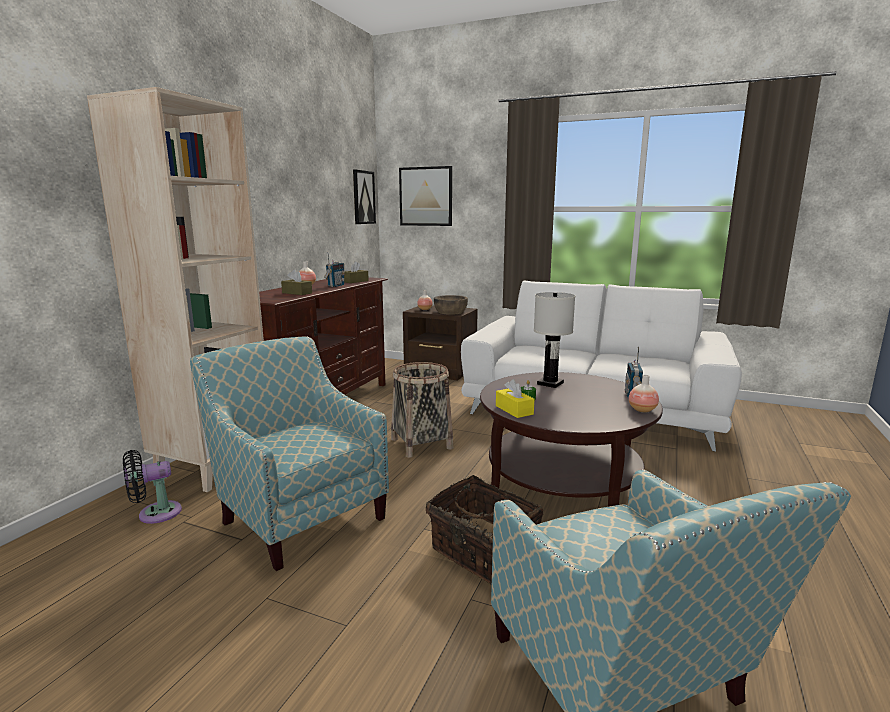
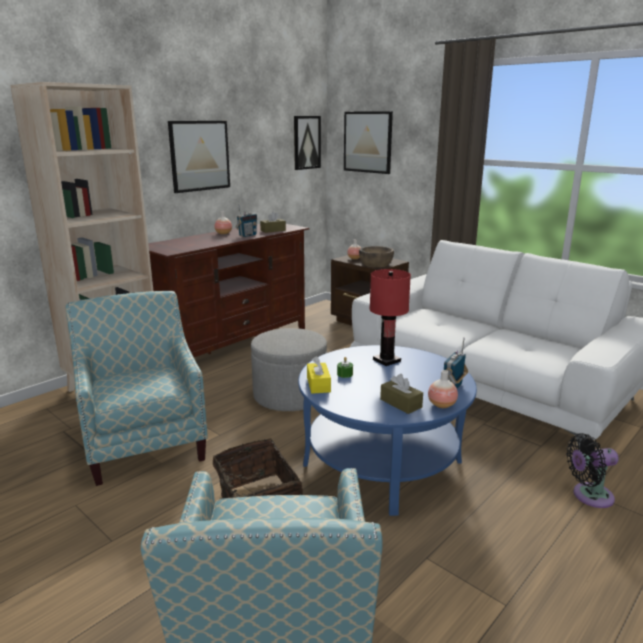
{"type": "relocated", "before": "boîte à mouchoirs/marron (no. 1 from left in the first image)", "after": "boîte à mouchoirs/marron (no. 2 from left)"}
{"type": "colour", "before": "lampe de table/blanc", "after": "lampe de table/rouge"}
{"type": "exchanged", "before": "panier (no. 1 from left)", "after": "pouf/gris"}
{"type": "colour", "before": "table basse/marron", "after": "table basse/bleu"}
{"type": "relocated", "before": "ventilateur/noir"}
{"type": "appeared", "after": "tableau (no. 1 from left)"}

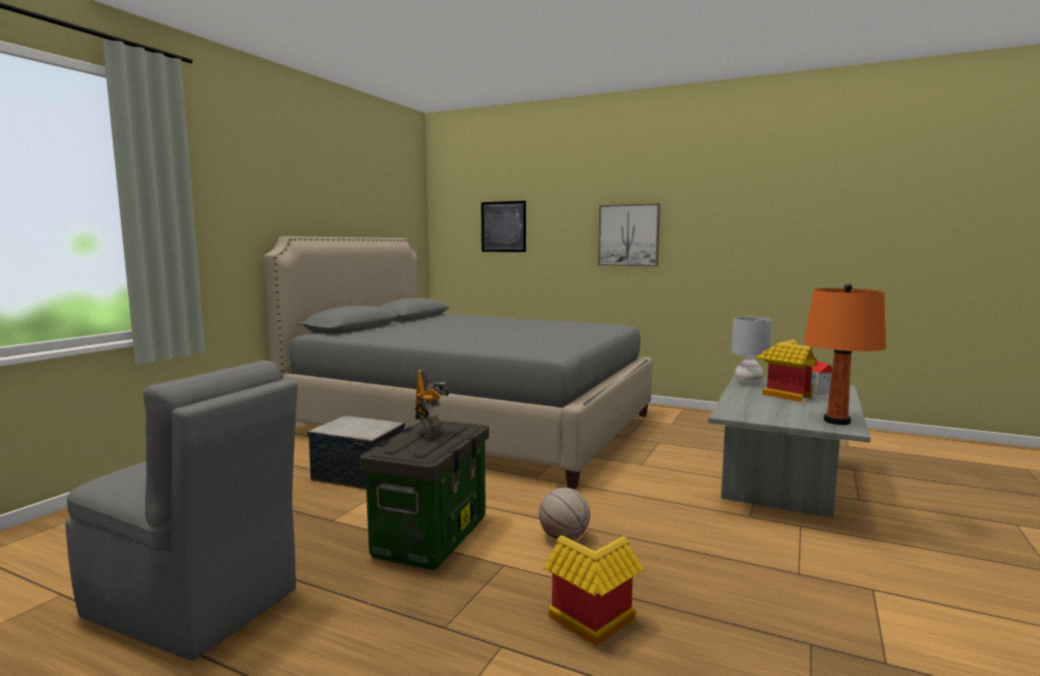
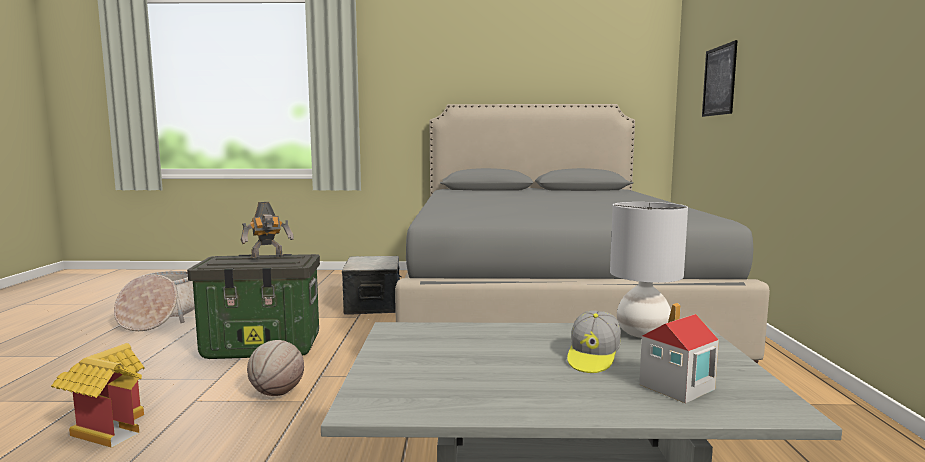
{"type": "missing", "before": "tableau (no. 2 from left)"}
{"type": "missing", "before": "lampe de table/orange"}
{"type": "exchanged", "before": "maison miniature (no. 2 from left)", "after": "casquette"}
{"type": "exchanged", "before": "chaise/gris", "after": "panier"}

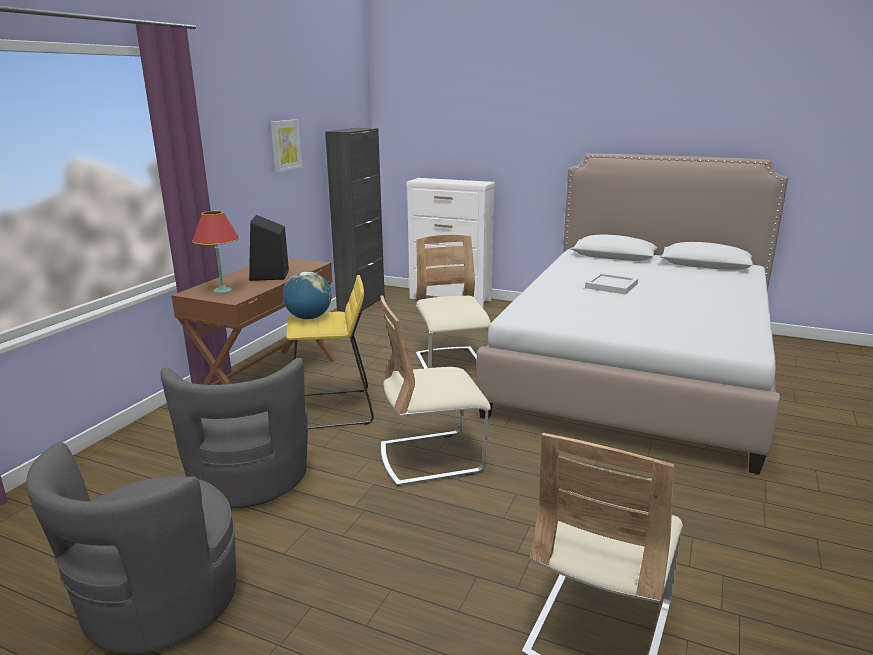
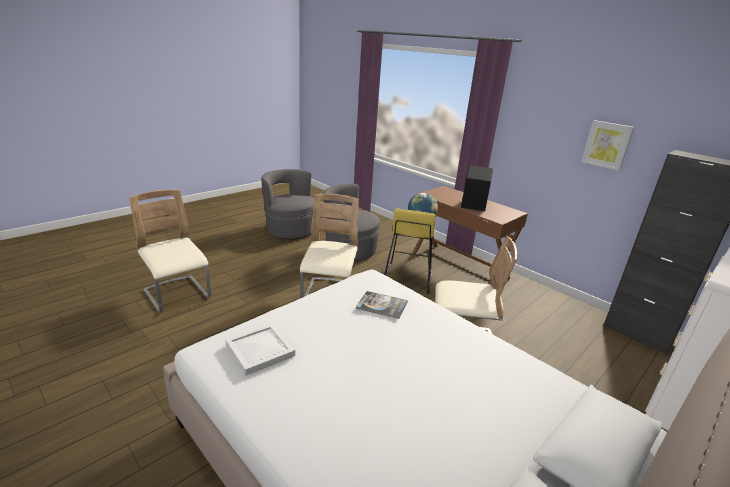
{"type": "missing", "before": "lampe de table/rouge"}
{"type": "relocated", "before": "plateau/blanc"}
{"type": "appeared", "after": "livre"}

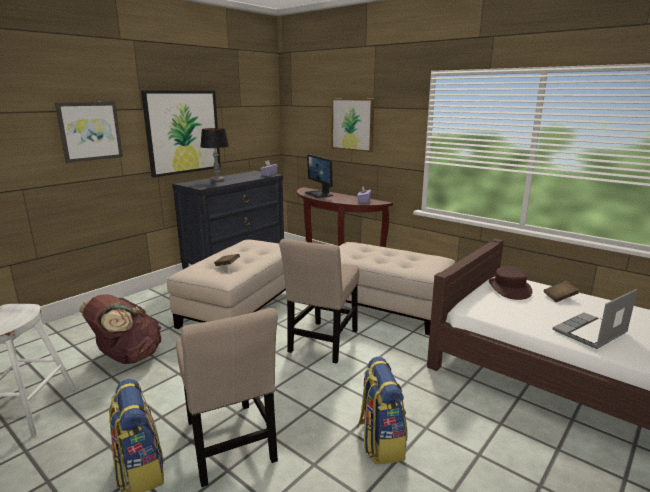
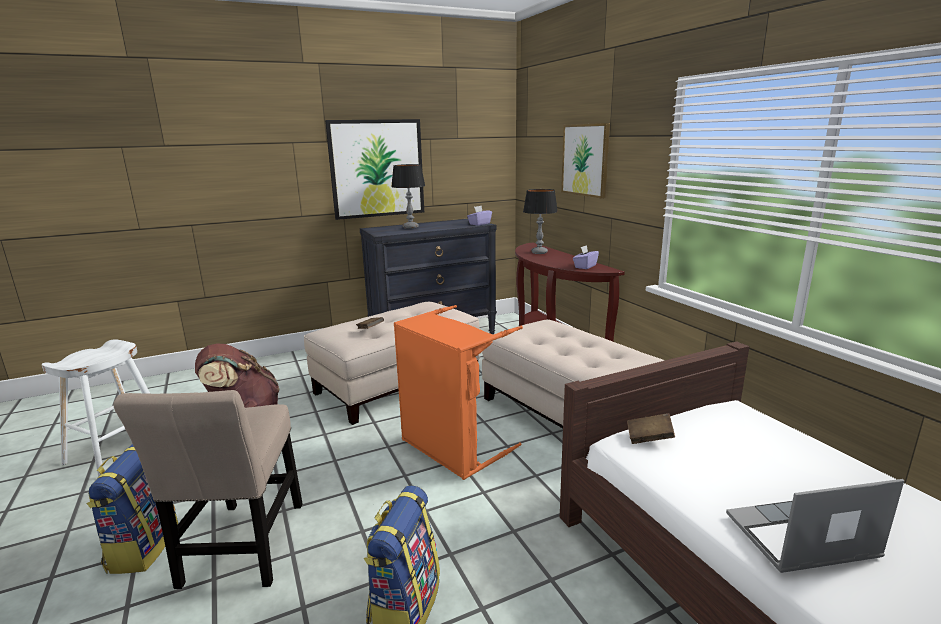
{"type": "missing", "before": "tableau (no. 1 from left)"}
{"type": "exchanged", "before": "écran d'ordinateur", "after": "lampe de table (no. 2 from left)"}
{"type": "exchanged", "before": "chaise/beige (no. 2 from left)", "after": "panier à linge/orange"}
{"type": "missing", "before": "chapeau/marron"}
{"type": "relocated", "before": "livre/marron (no. 2 from left)"}

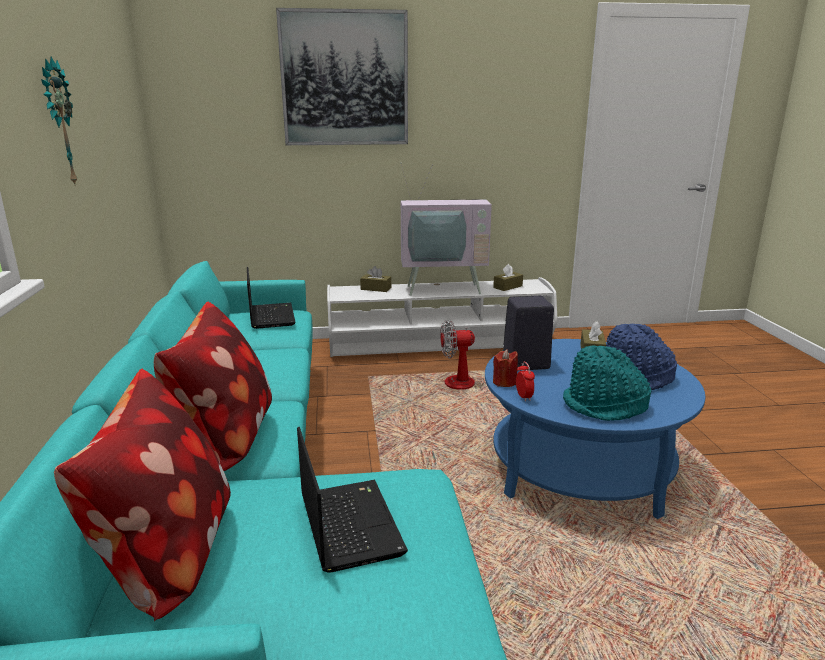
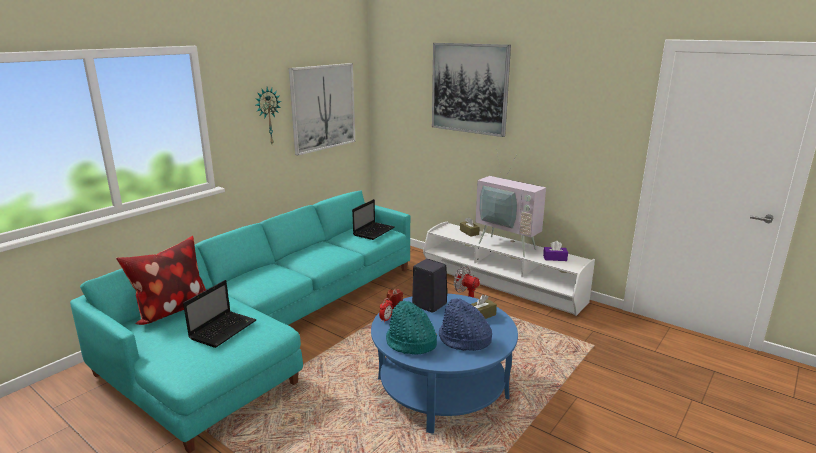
{"type": "colour", "before": "boîte à mouchoirs/marron (no. 2 from left)", "after": "boîte à mouchoirs/violet"}
{"type": "missing", "before": "coussin (no. 2 from left)"}
{"type": "appeared", "after": "tableau (no. 1 from left)"}

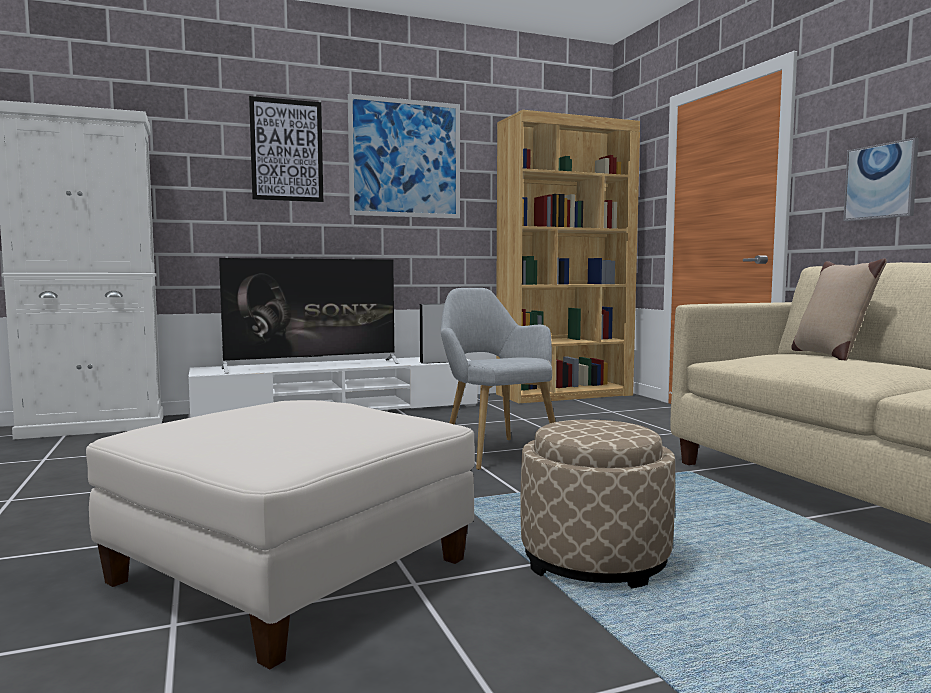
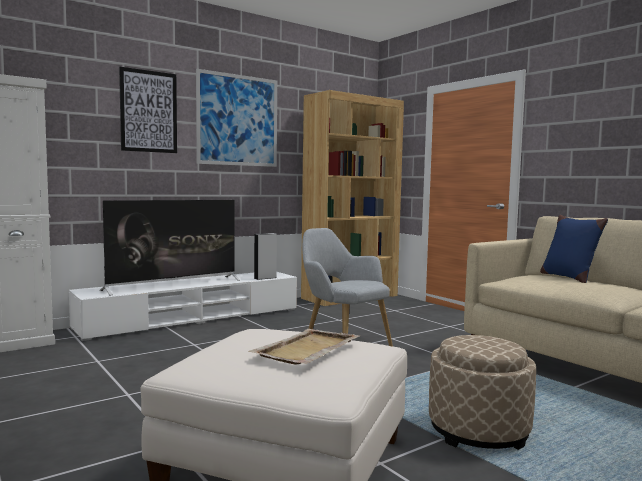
{"type": "missing", "before": "tableau (no. 3 from left)"}
{"type": "colour", "before": "coussin/beige", "after": "coussin/bleu"}
{"type": "appeared", "after": "plateau/beige"}

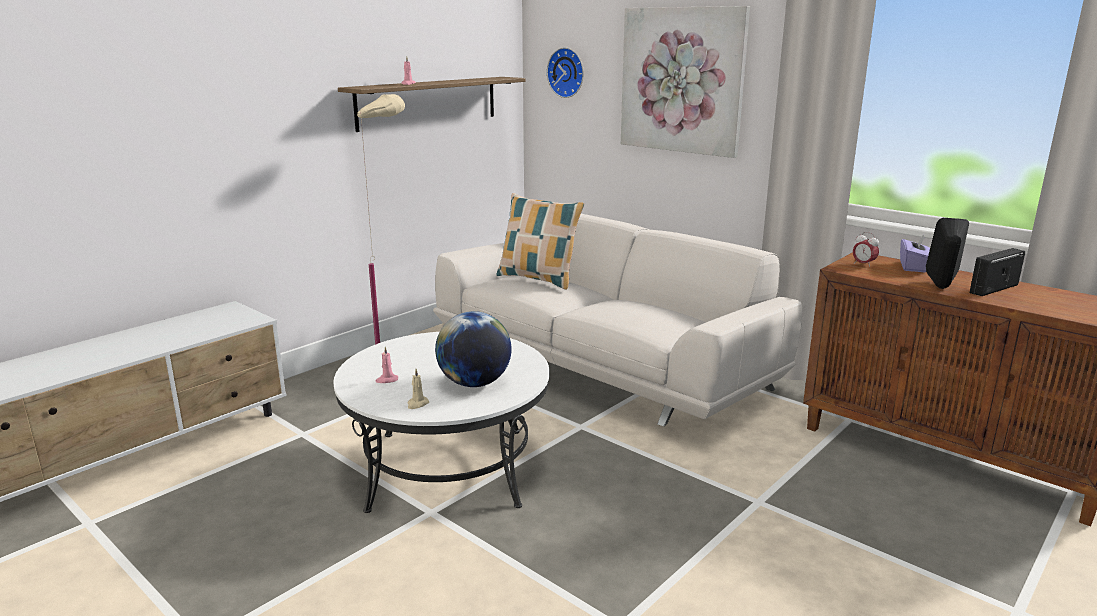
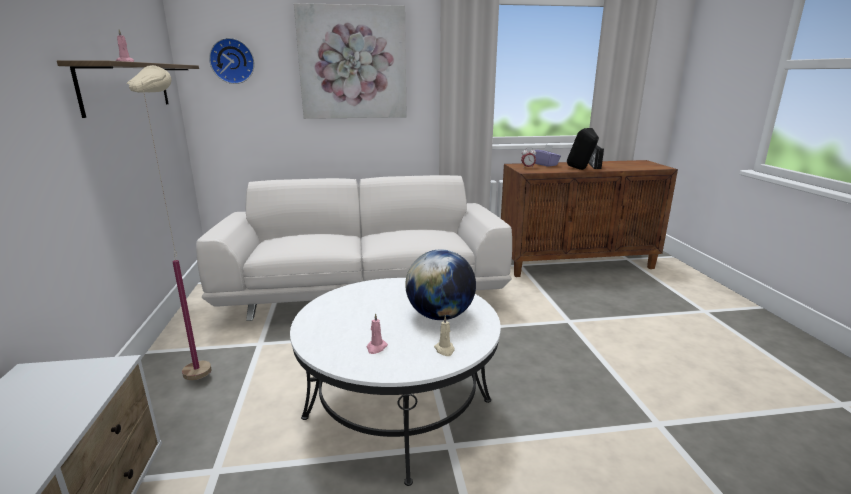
{"type": "missing", "before": "coussin"}

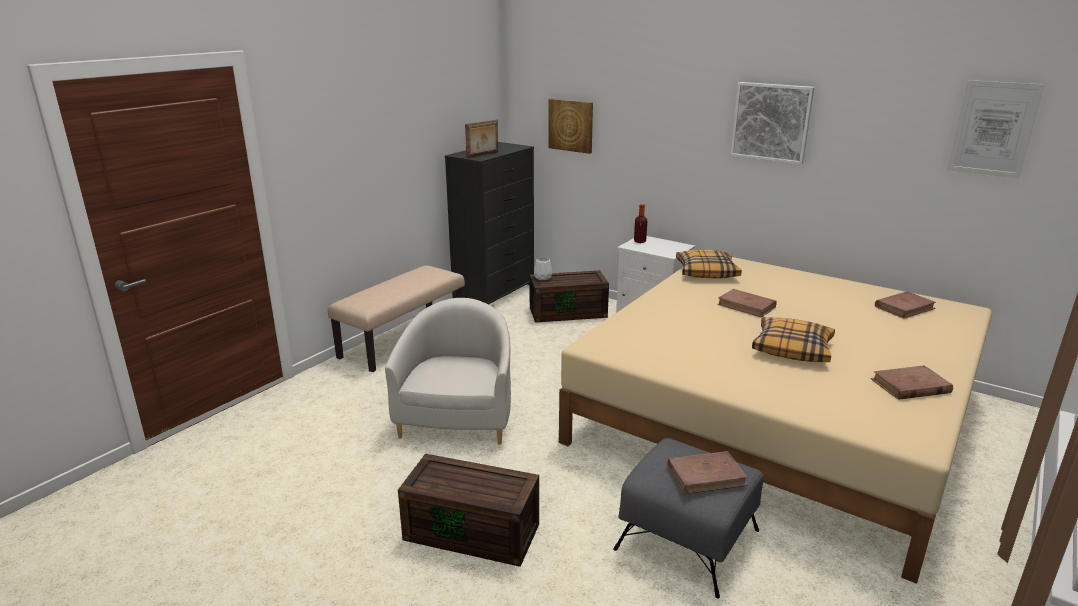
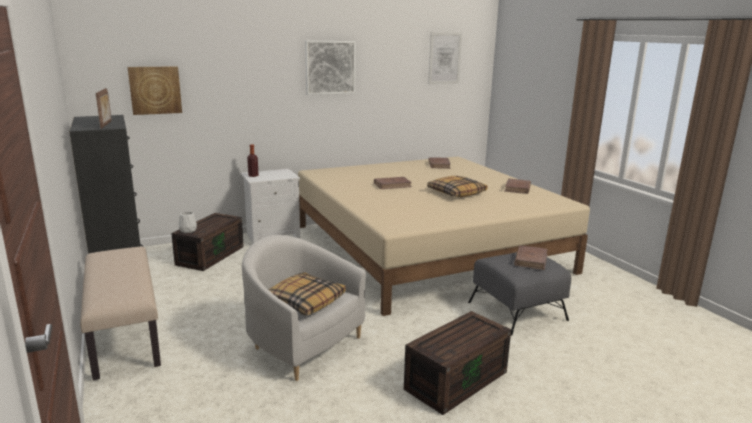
{"type": "relocated", "before": "coussin (no. 1 from left)"}

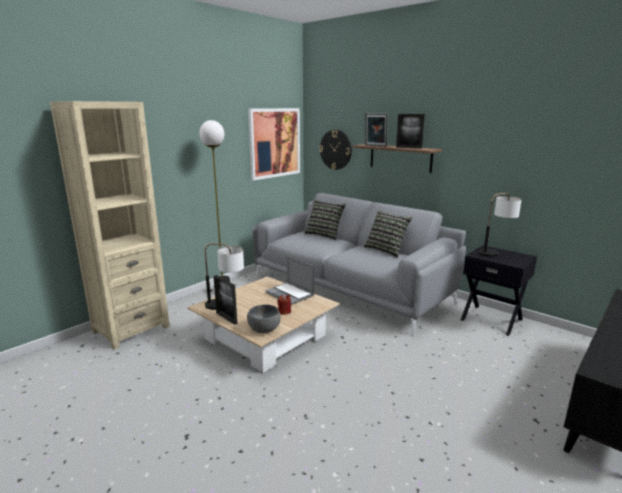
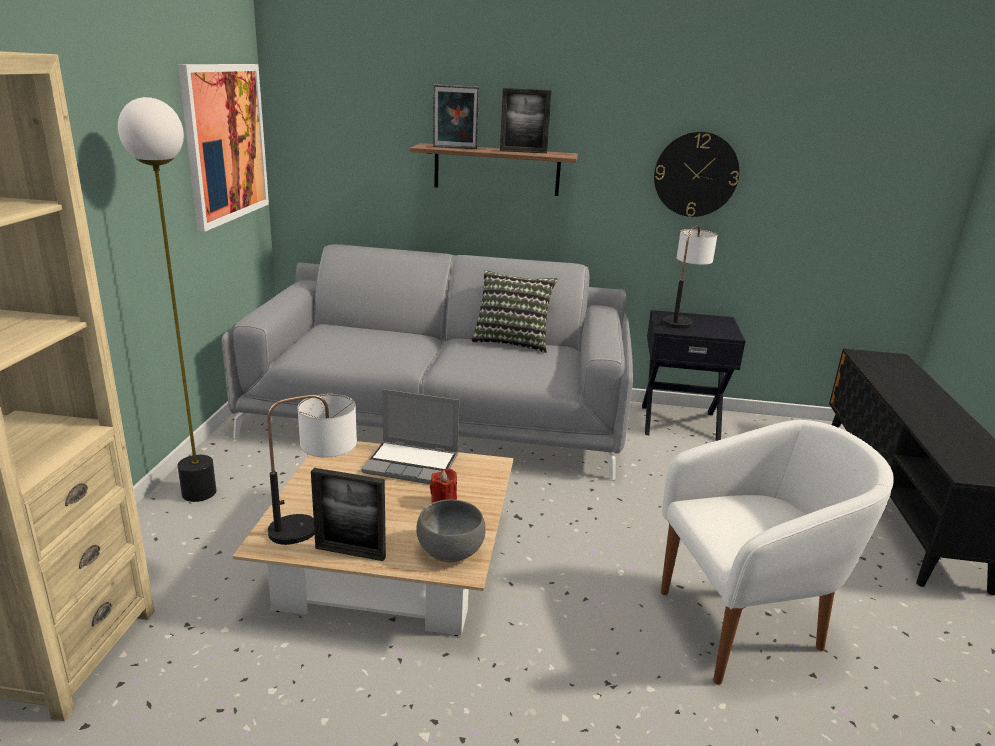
{"type": "relocated", "before": "horloge murale"}
{"type": "missing", "before": "coussin (no. 1 from left)"}
{"type": "appeared", "after": "fauteuil/blanc"}

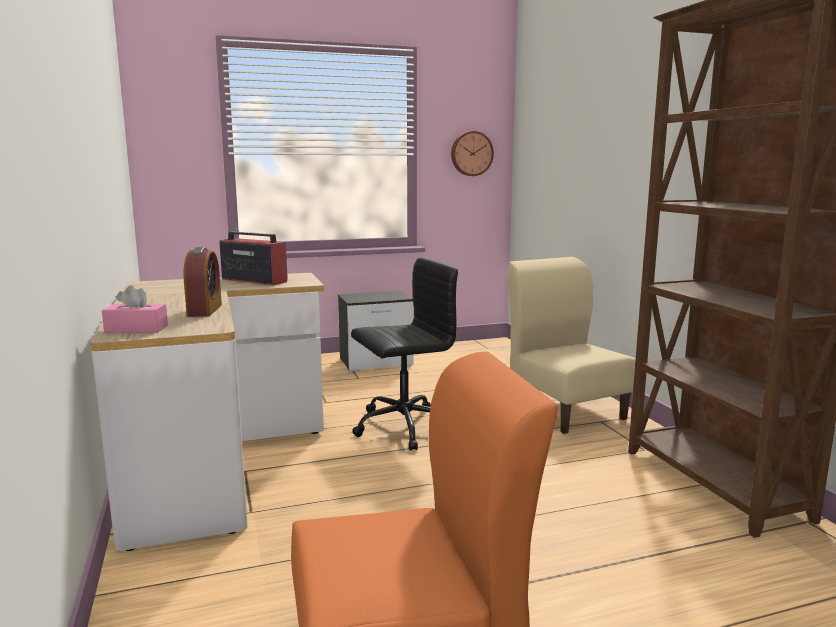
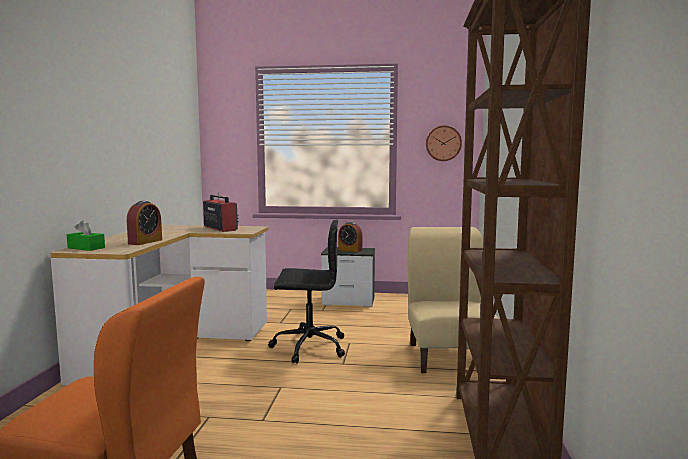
{"type": "colour", "before": "boîte à mouchoirs/rose", "after": "boîte à mouchoirs/vert"}
{"type": "appeared", "after": "réveil (no. 2 from left)"}

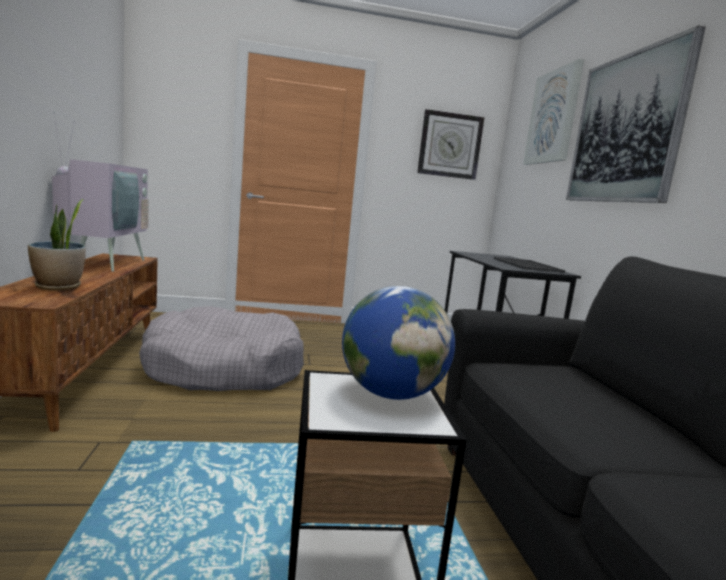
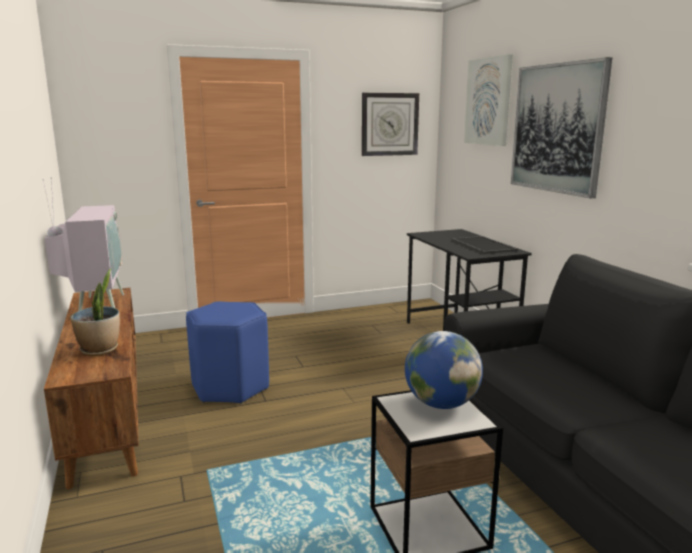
{"type": "exchanged", "before": "panier pour chien/gris", "after": "tabouret/bleu"}

